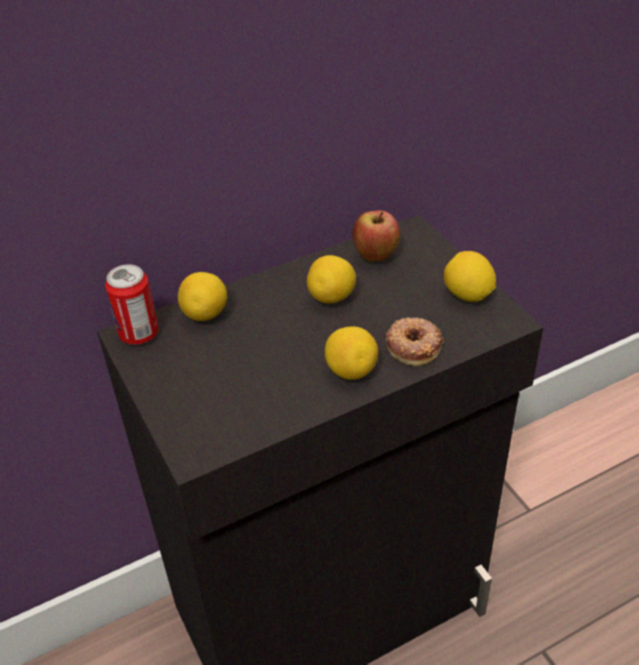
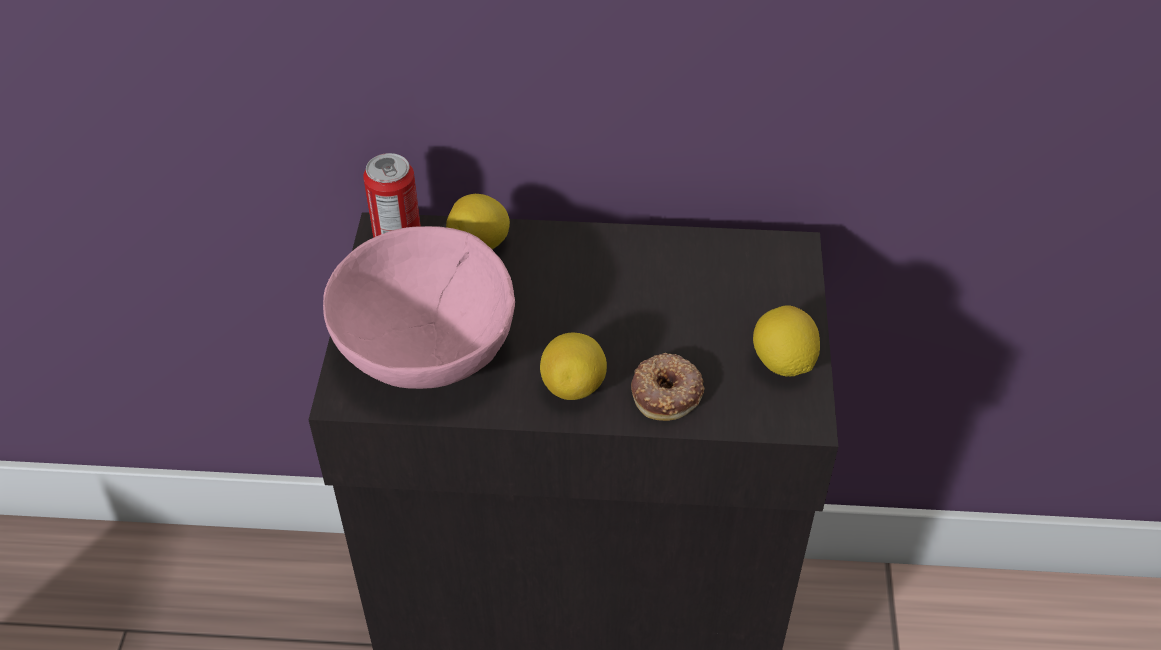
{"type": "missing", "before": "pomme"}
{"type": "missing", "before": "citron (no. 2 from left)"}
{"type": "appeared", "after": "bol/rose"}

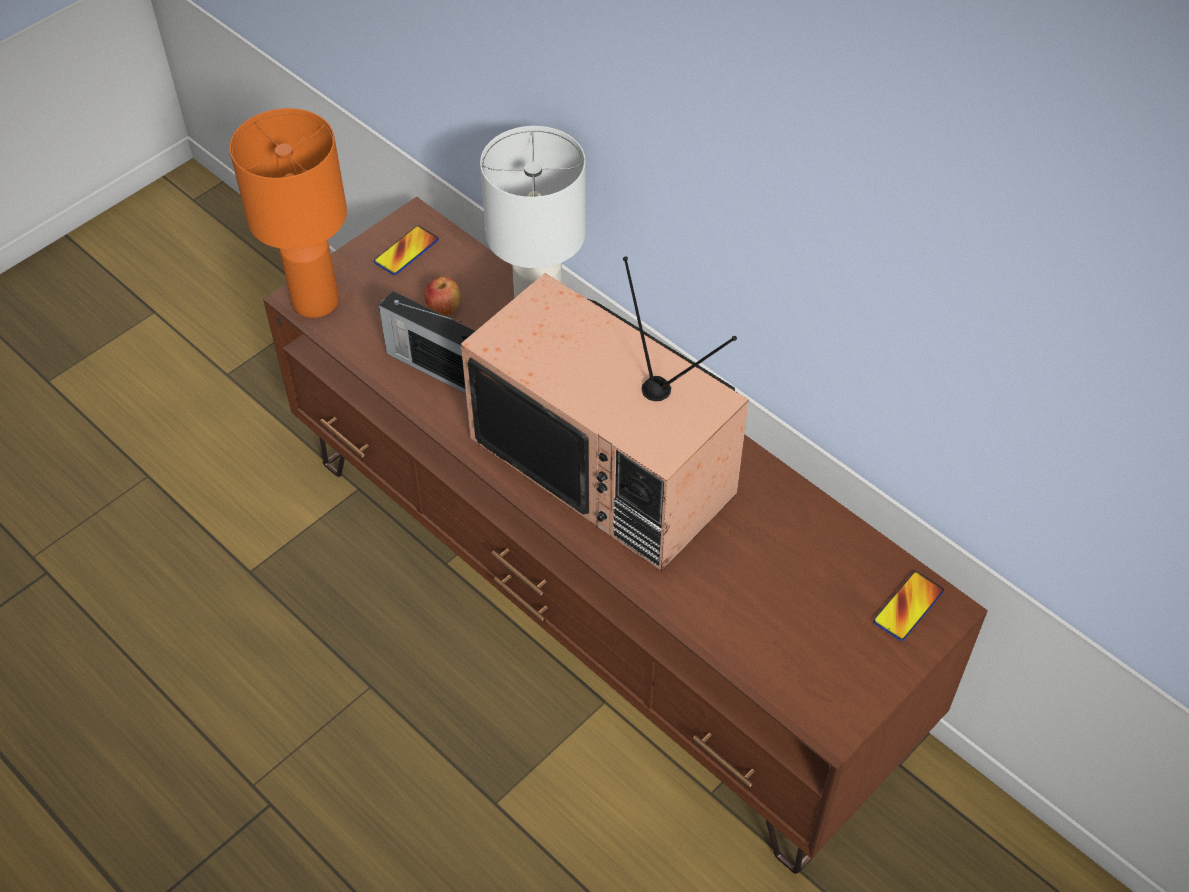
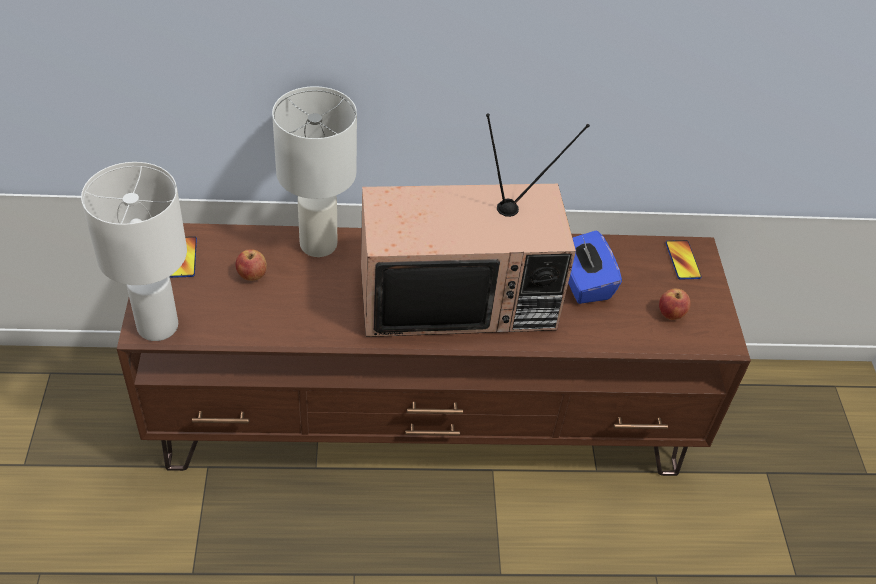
{"type": "colour", "before": "lampe de table/orange", "after": "lampe de table/blanc (no. 1 from left)"}
{"type": "missing", "before": "radio"}
{"type": "appeared", "after": "boîte à mouchoirs/bleu"}
{"type": "appeared", "after": "pomme (no. 2 from left)"}

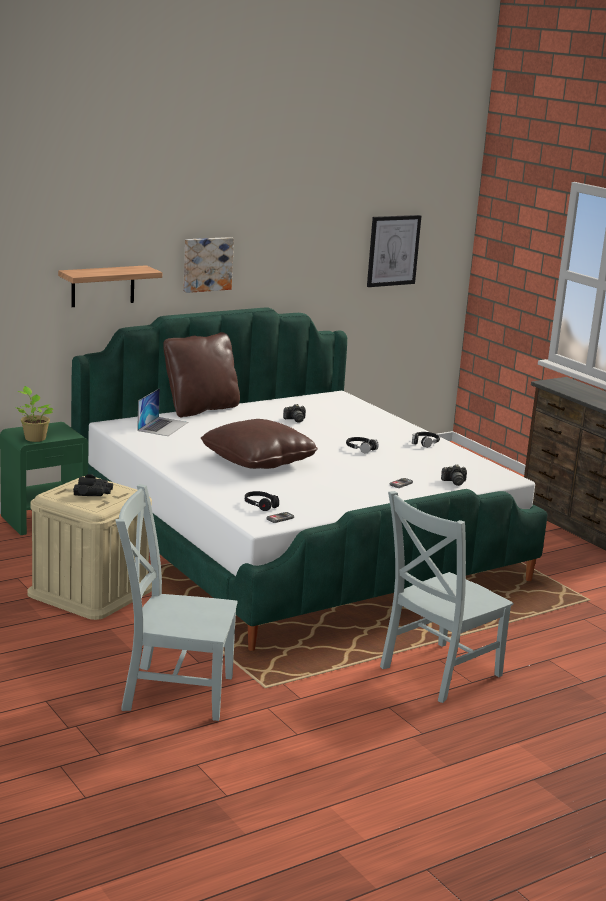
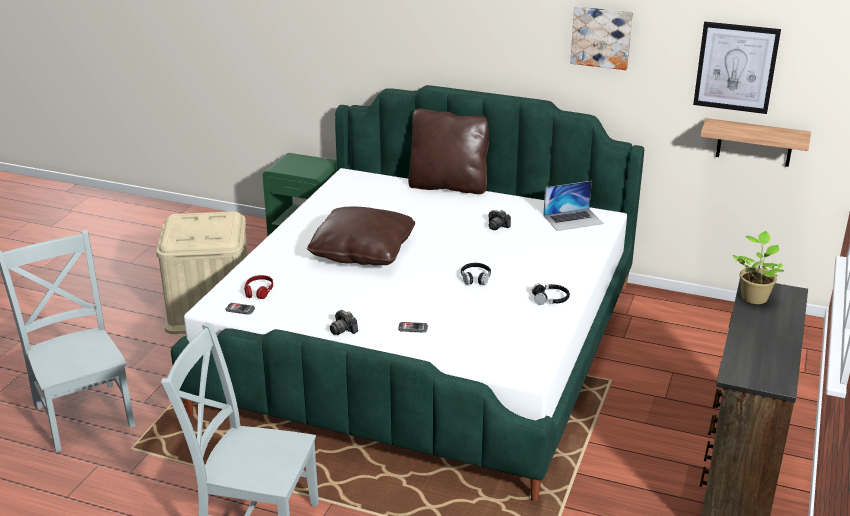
{"type": "relocated", "before": "tableau (no. 1 from left)"}
{"type": "relocated", "before": "étagère"}
{"type": "relocated", "before": "plante en pot"}
{"type": "relocated", "before": "ordinateur portable"}
{"type": "relocated", "before": "appareil photo (no. 2 from left in the first image)", "after": "appareil photo (no. 1 from left)"}
{"type": "missing", "before": "jumelles/noir"}
{"type": "colour", "before": "casque audio/noir (no. 1 from left)", "after": "casque audio/rouge"}

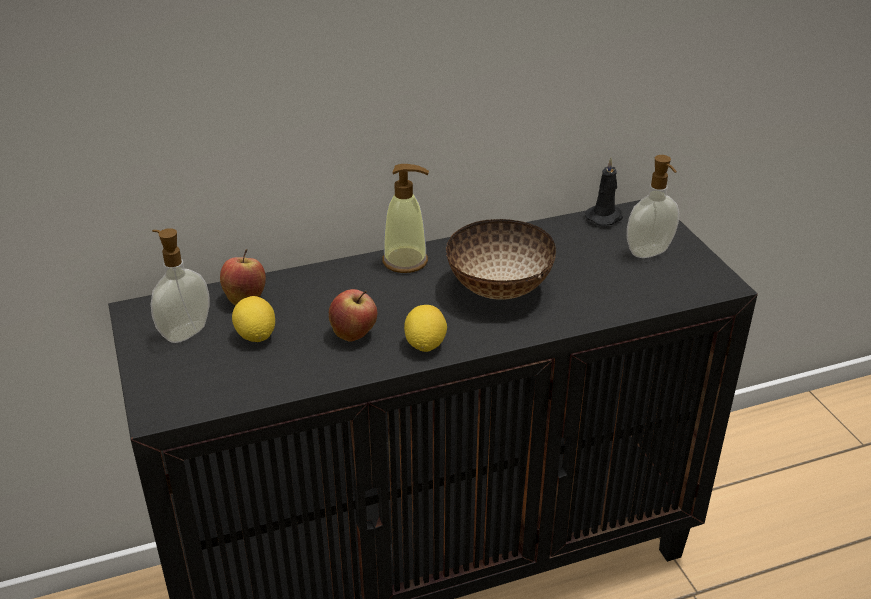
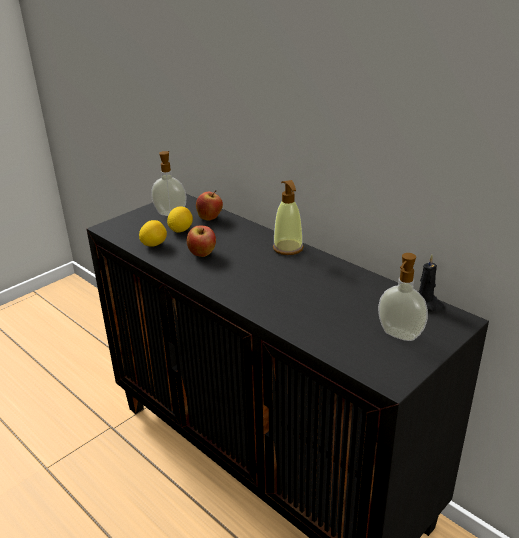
{"type": "missing", "before": "bol"}
{"type": "relocated", "before": "citron (no. 2 from left in the first image)", "after": "citron (no. 1 from left)"}

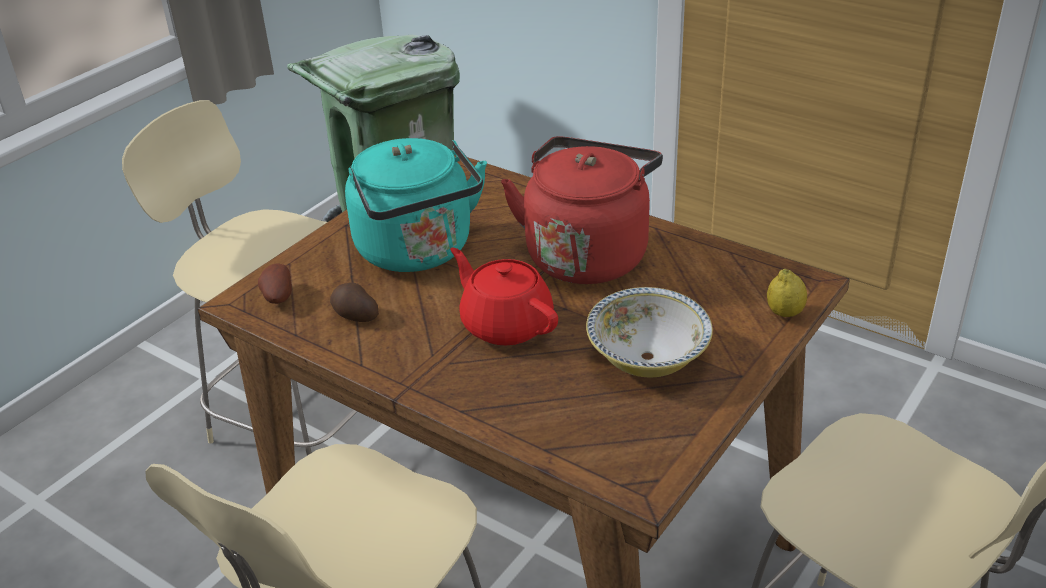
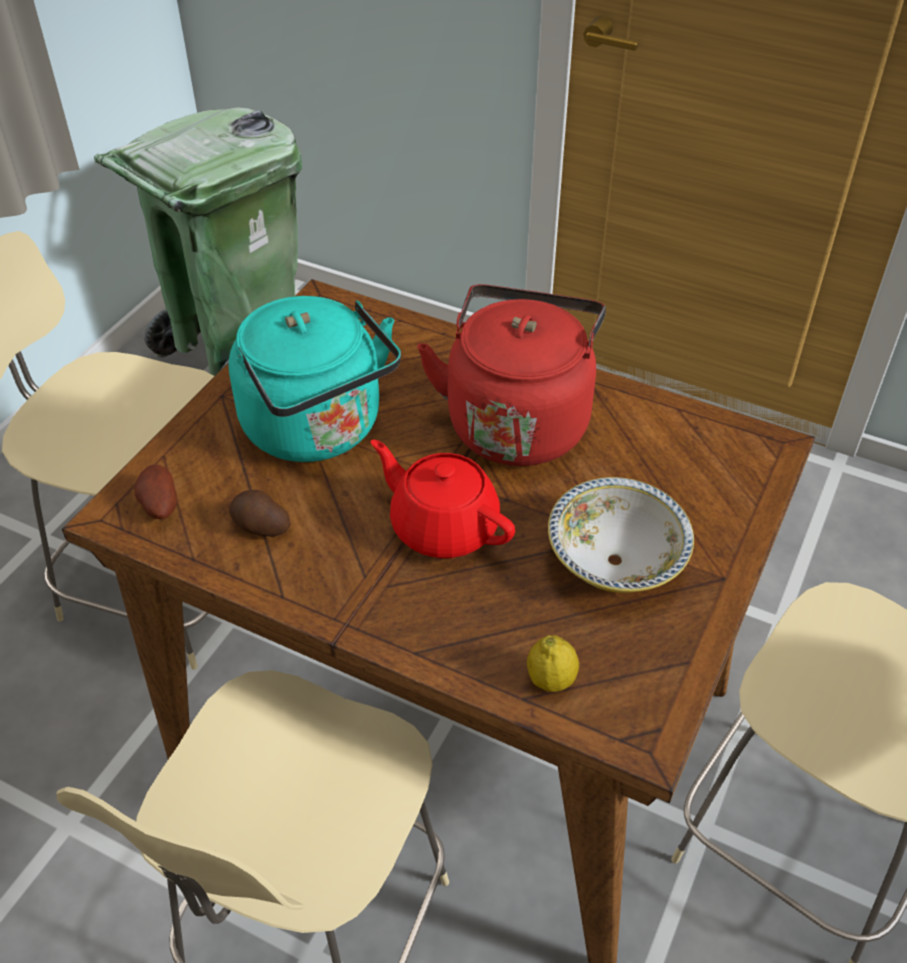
{"type": "relocated", "before": "citron"}

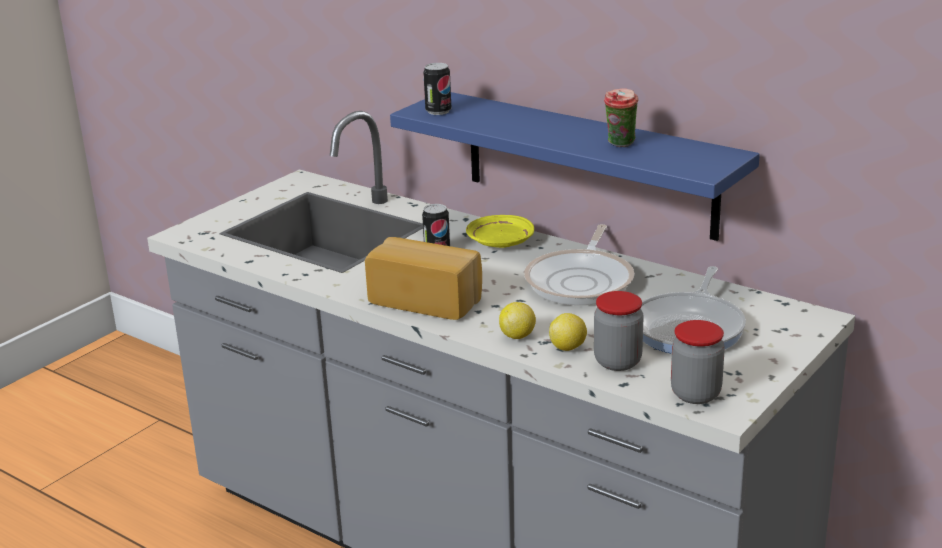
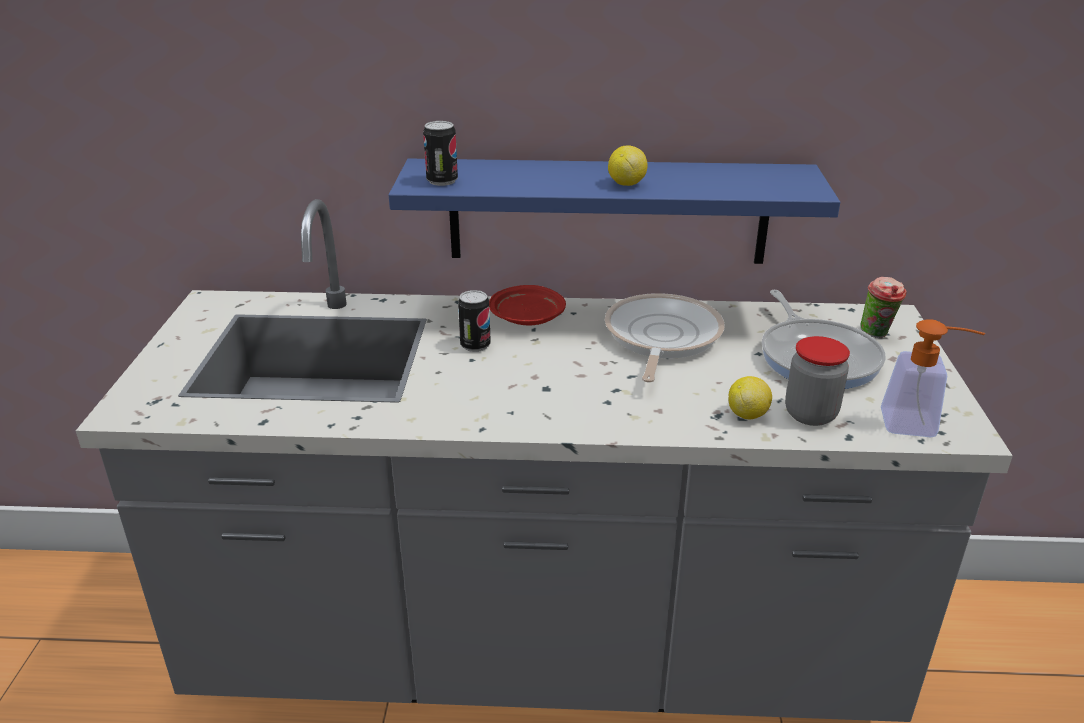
{"type": "relocated", "before": "tasse"}
{"type": "colour", "before": "assiette/jaune", "after": "assiette/rouge"}
{"type": "spun", "before": "poêle (no. 1 from left)", "turn": -150}
{"type": "missing", "before": "pain"}
{"type": "relocated", "before": "citron (no. 1 from left)"}
{"type": "exchanged", "before": "bocal (no. 2 from left)", "after": "distributeur de savon"}

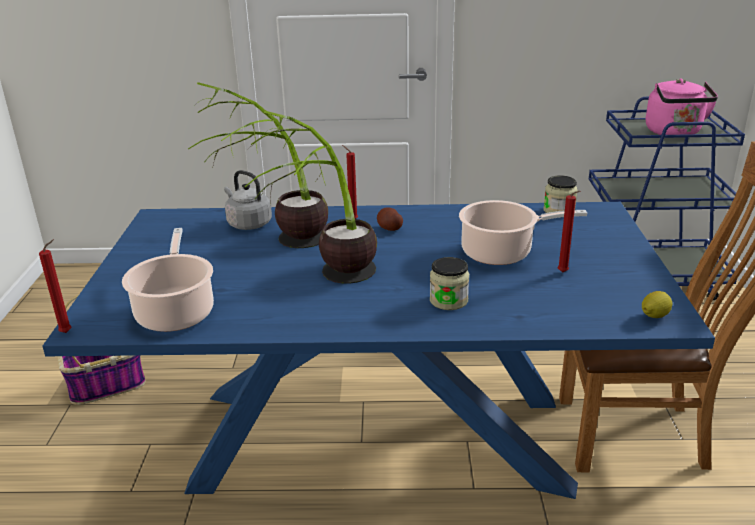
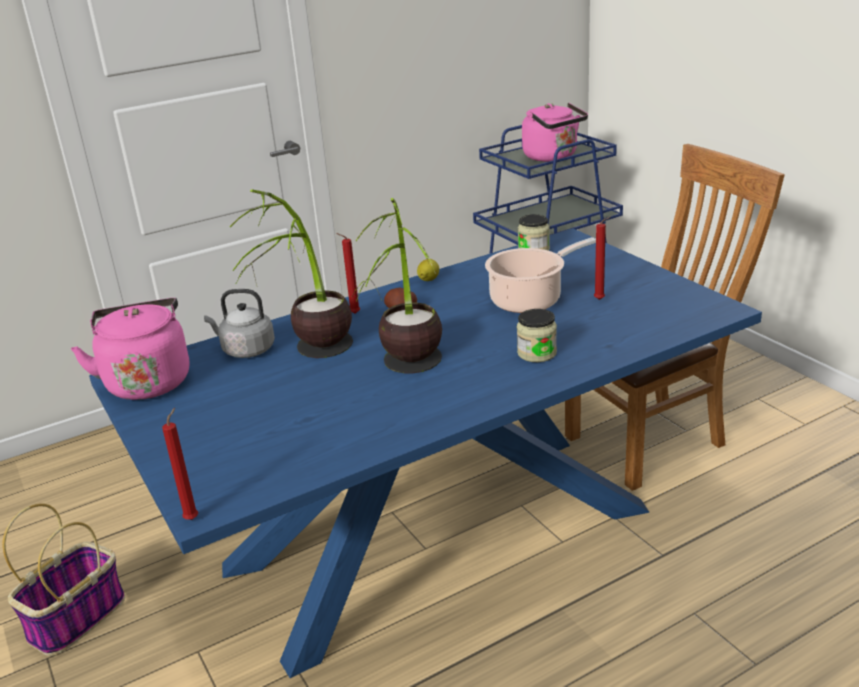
{"type": "missing", "before": "marmite (no. 1 from left)"}
{"type": "relocated", "before": "citron"}
{"type": "appeared", "after": "bouilloire/rose (no. 1 from left)"}

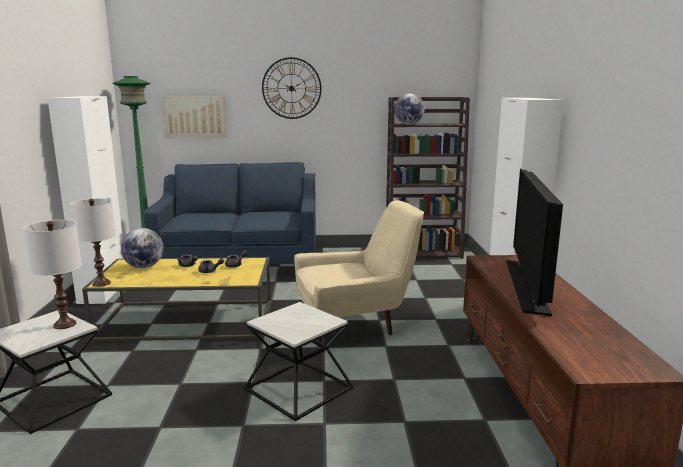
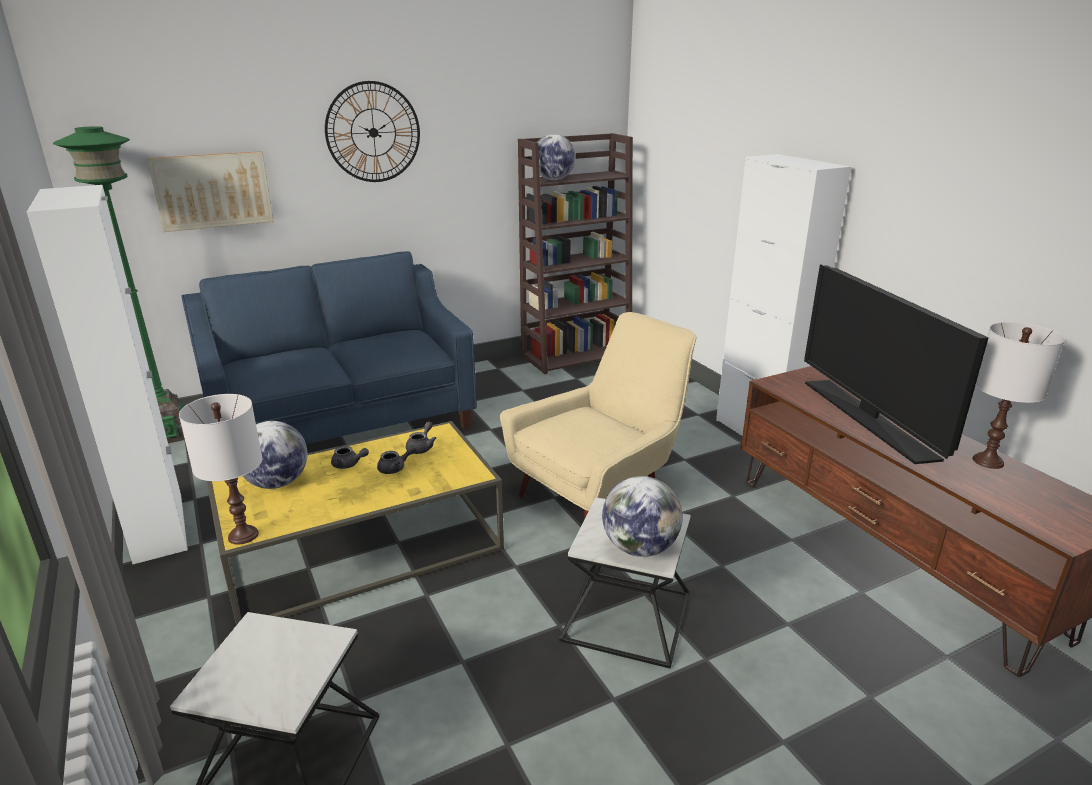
{"type": "relocated", "before": "lampe de table/blanc (no. 1 from left in the first image)", "after": "lampe de table/blanc (no. 2 from left)"}
{"type": "appeared", "after": "globe (no. 3 from left)"}

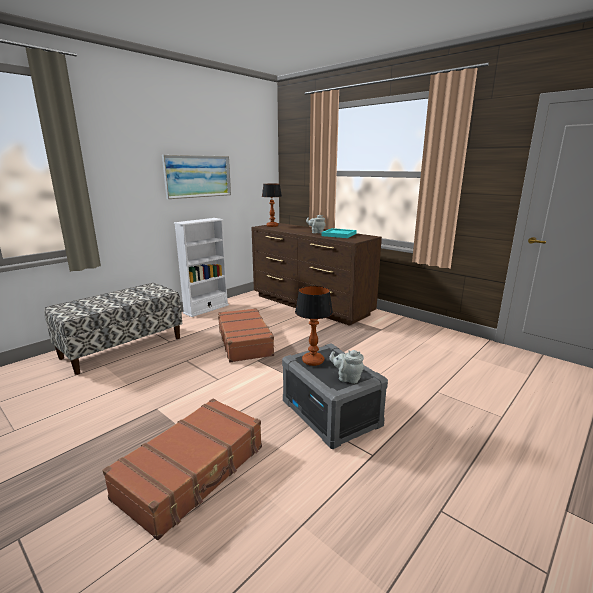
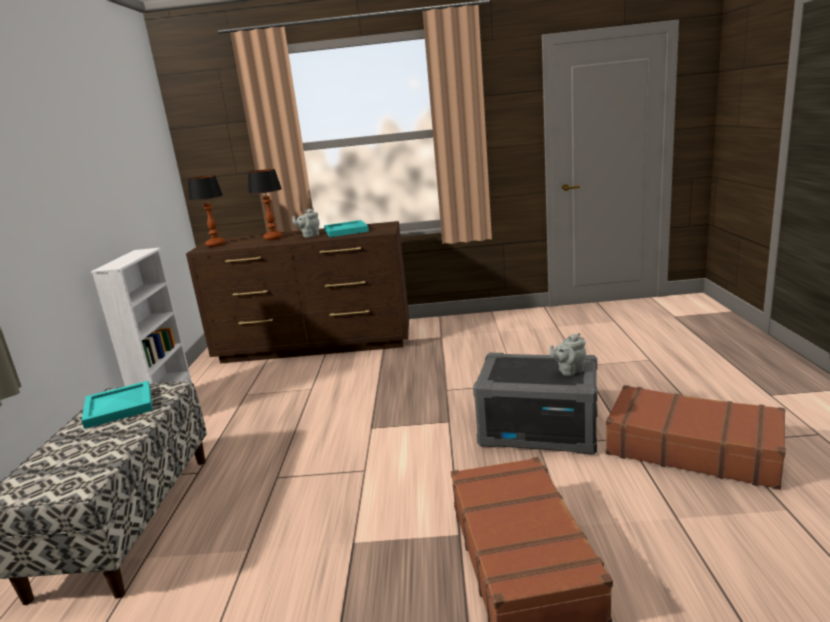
{"type": "missing", "before": "tableau"}
{"type": "relocated", "before": "lampe de table (no. 2 from left)"}
{"type": "relocated", "before": "valise/marron (no. 2 from left)"}
{"type": "appeared", "after": "plateau/turquoise (no. 1 from left)"}

